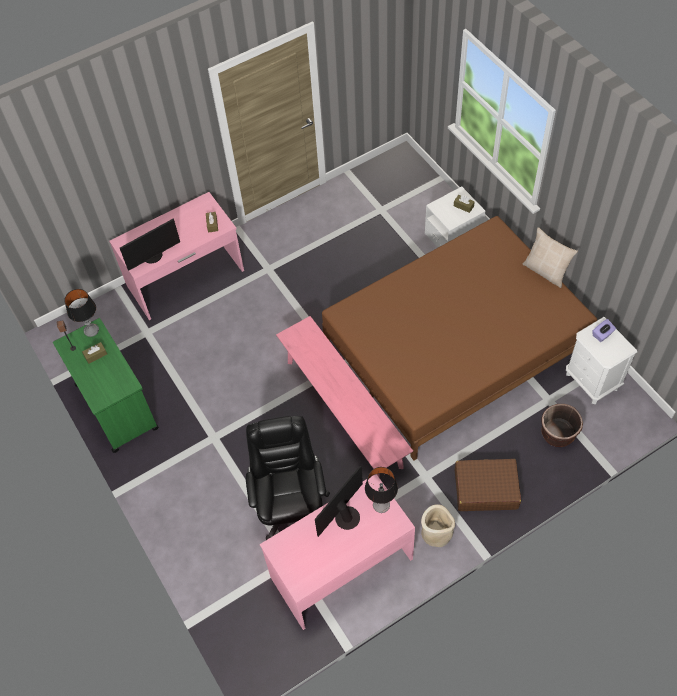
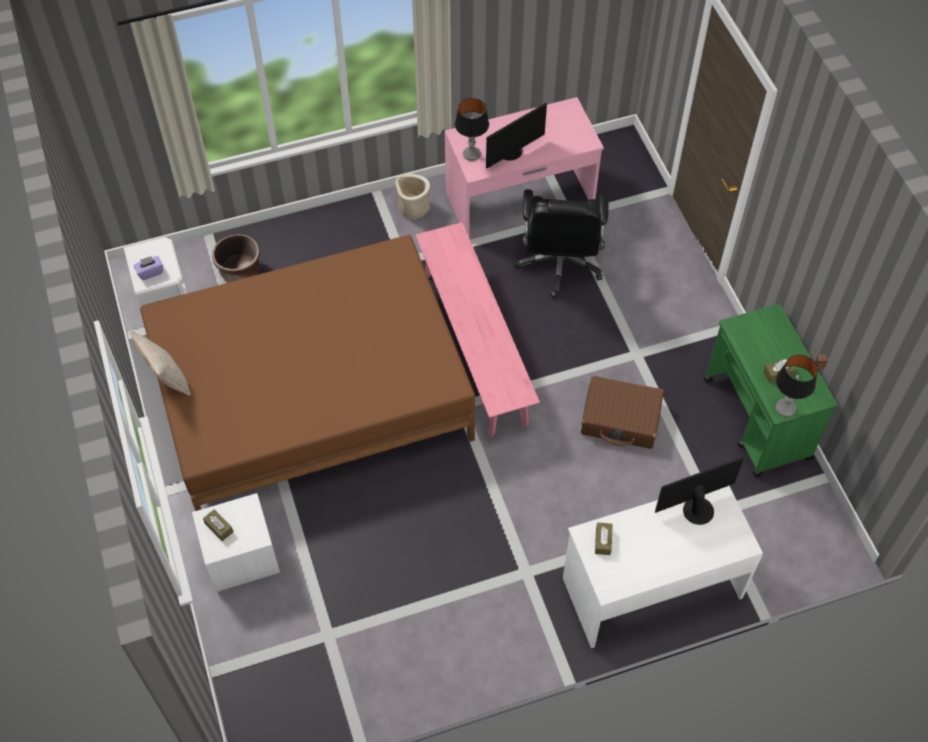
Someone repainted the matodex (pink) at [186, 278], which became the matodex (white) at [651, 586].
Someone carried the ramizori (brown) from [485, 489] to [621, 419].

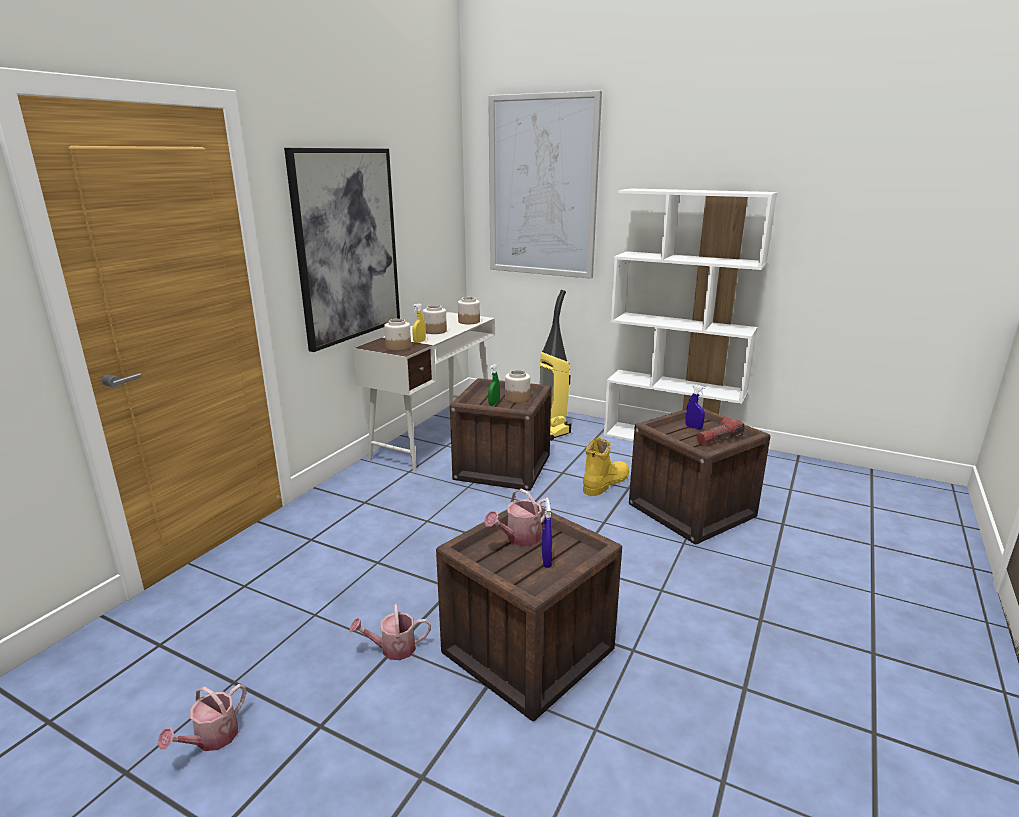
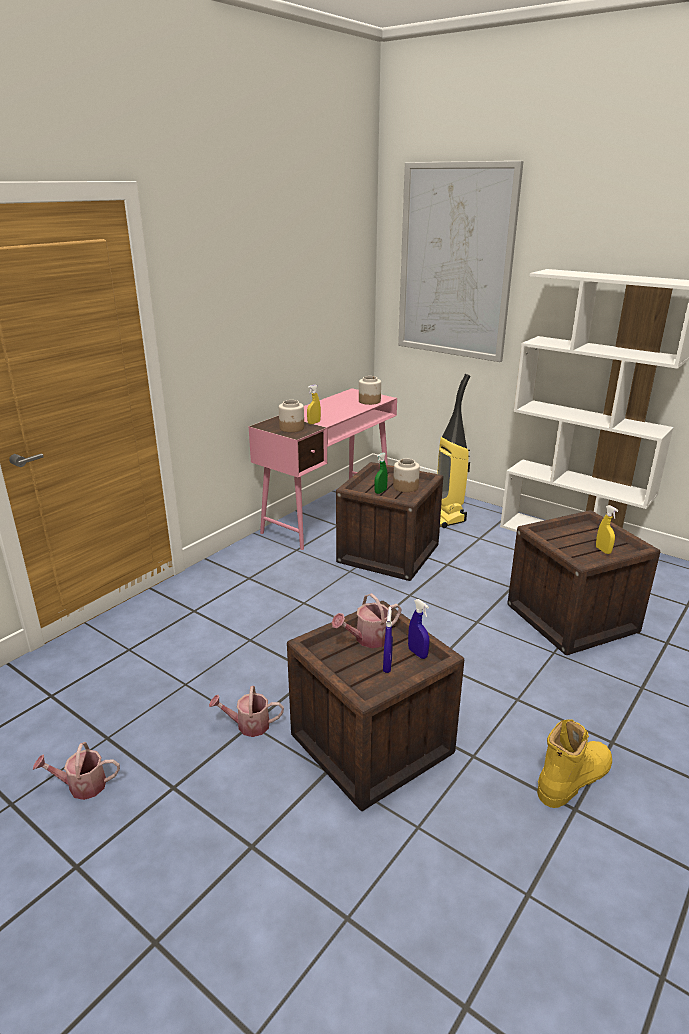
Someone took away the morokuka at [347, 246].
Someone took away the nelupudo at [435, 331].
Someone repainted the matodex (white) at [435, 436], which became the matodex (pink) at [329, 514].
Someone carried the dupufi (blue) from [693, 427] to [417, 653].
Someone swapped the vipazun at [719, 439] for the dupufi (yellow) at [603, 550].
Someone carried the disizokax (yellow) from [605, 483] to [573, 779].
Someone rotated the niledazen at [211, 739] by 45 degrees clockwise.

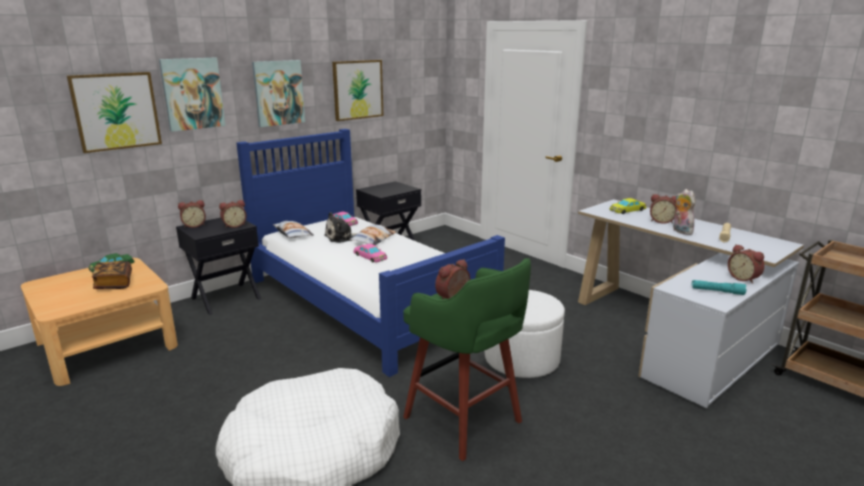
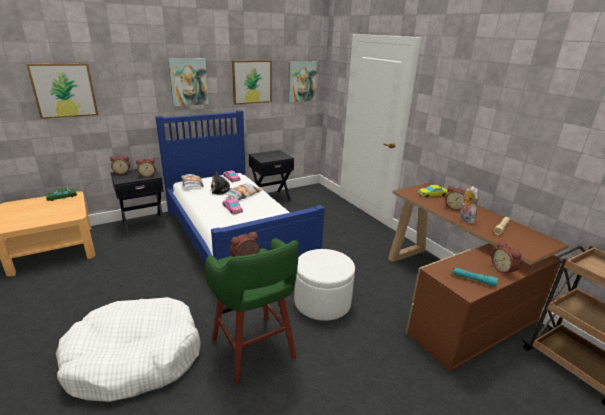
Someone carried the morokuka from [192, 93] to [301, 81].
Someone repainted the matodex (white) at [674, 335], which became the matodex (brown) at [452, 298].
Someone took away the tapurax at [114, 284].

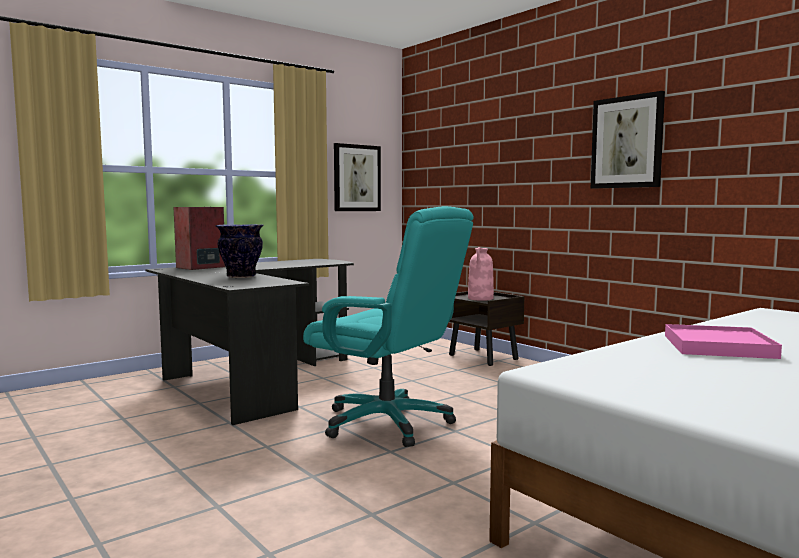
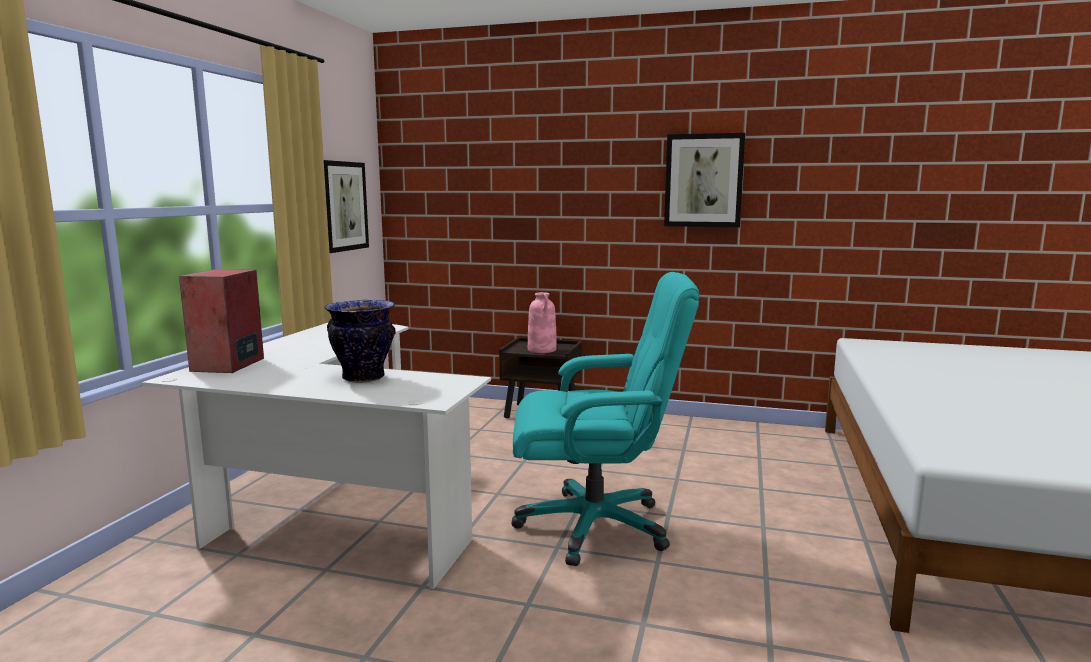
Someone repainted the matodex (black) at [255, 377], which became the matodex (white) at [332, 506].
Someone took away the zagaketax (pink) at [718, 346].

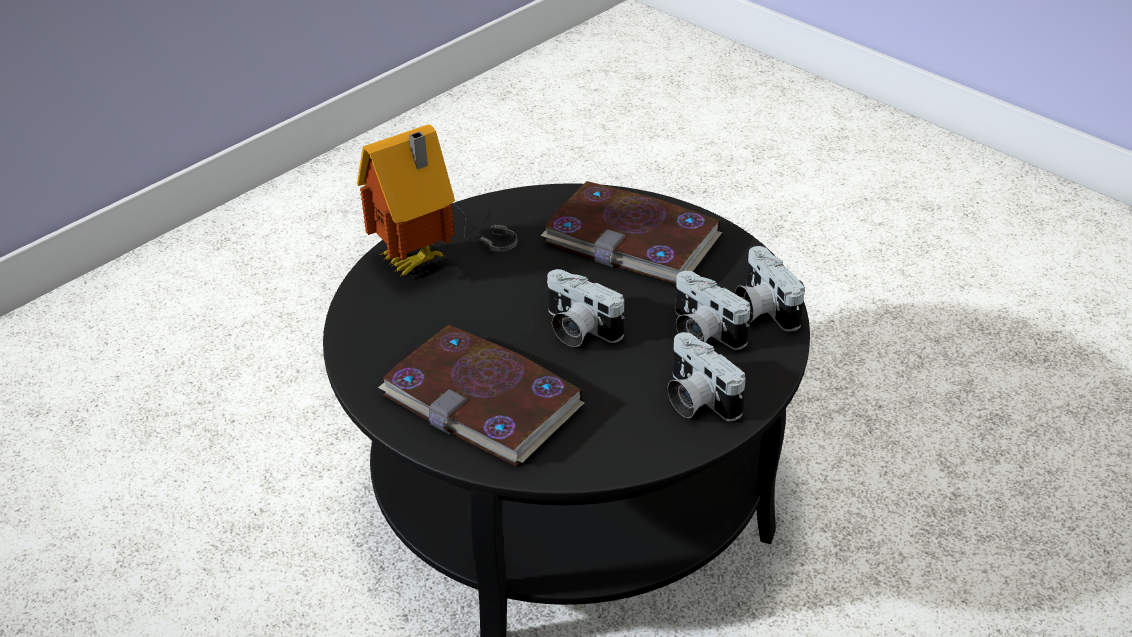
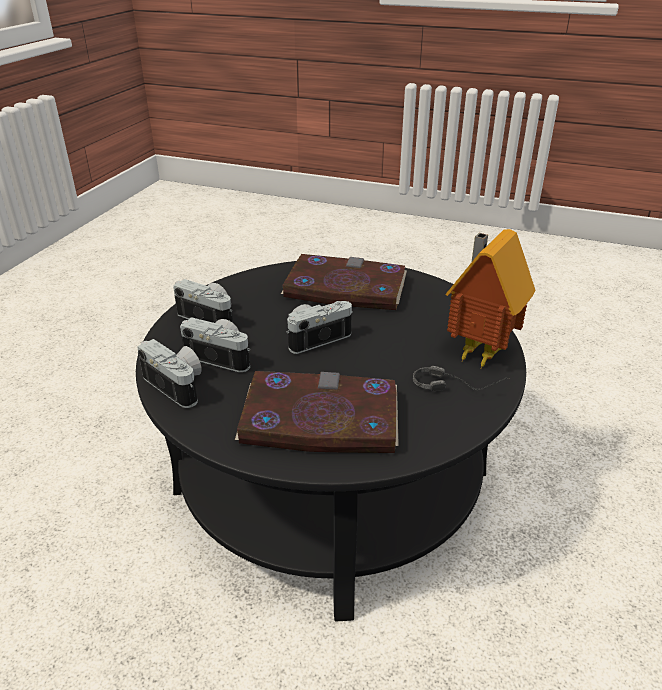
Someone rotated the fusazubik at [578, 329] by 45 degrees counterclockwise.

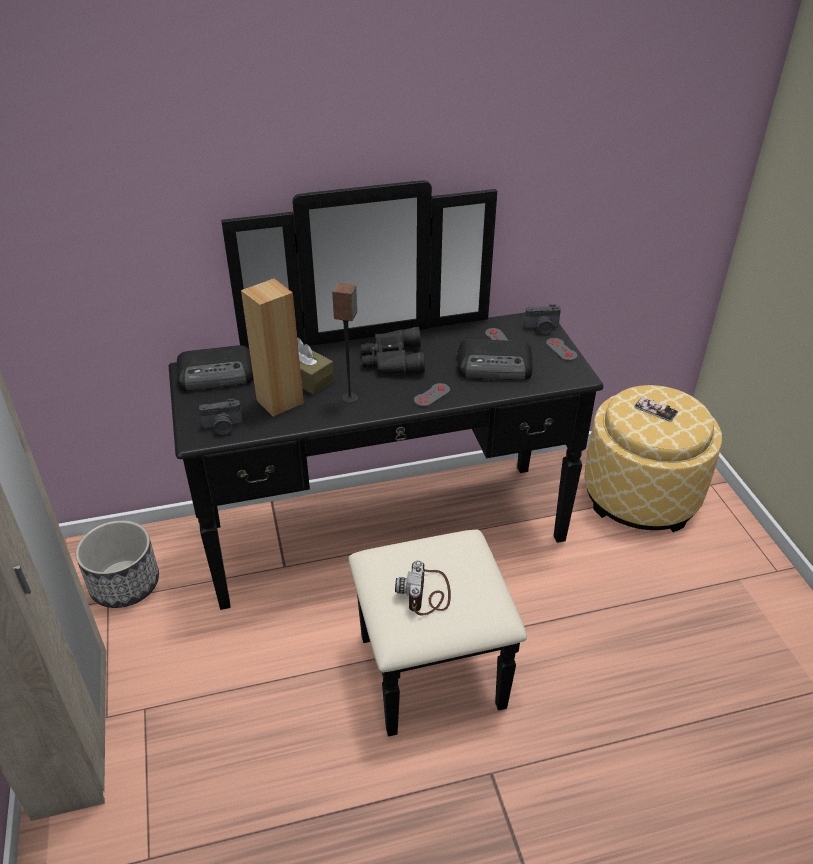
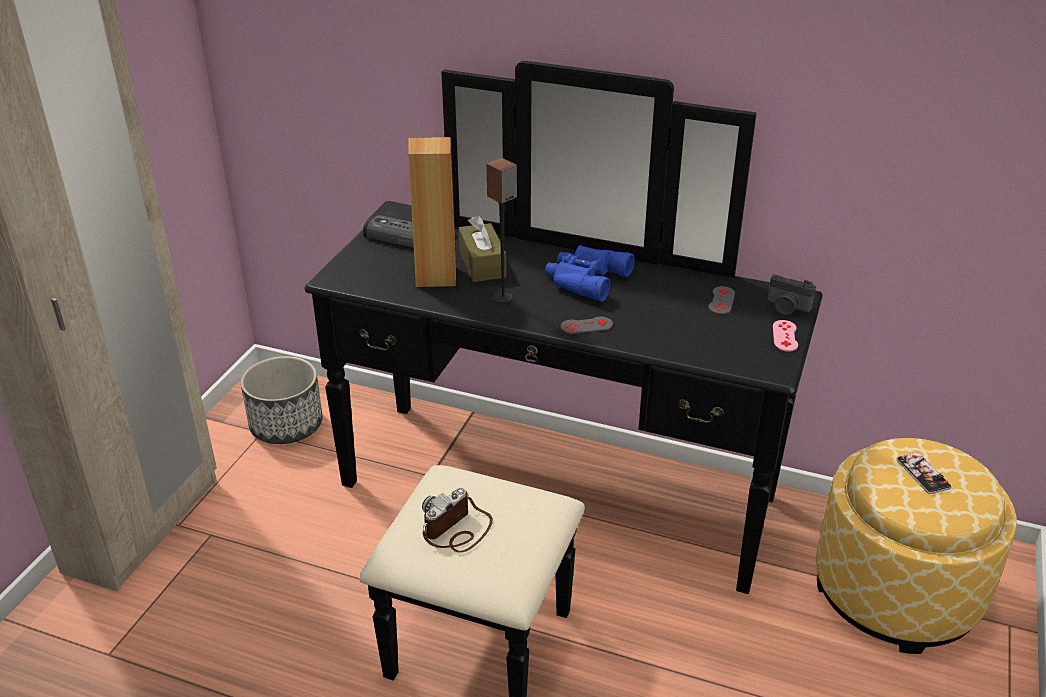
Someone repainted the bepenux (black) at [391, 359], which became the bepenux (blue) at [584, 279].
Someone repainted the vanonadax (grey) at [561, 349], which became the vanonadax (pink) at [785, 336].
Someone took away the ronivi at [495, 366].
Someone took away the fusazubik at [223, 427].

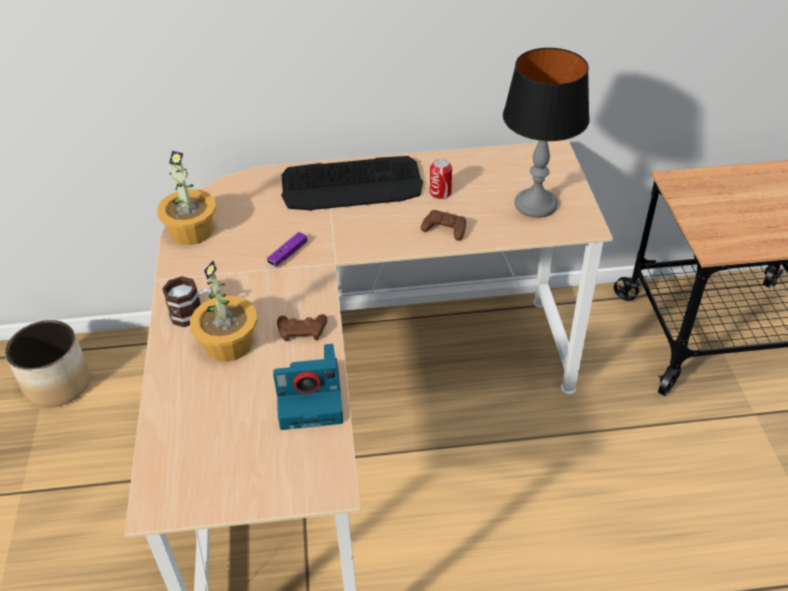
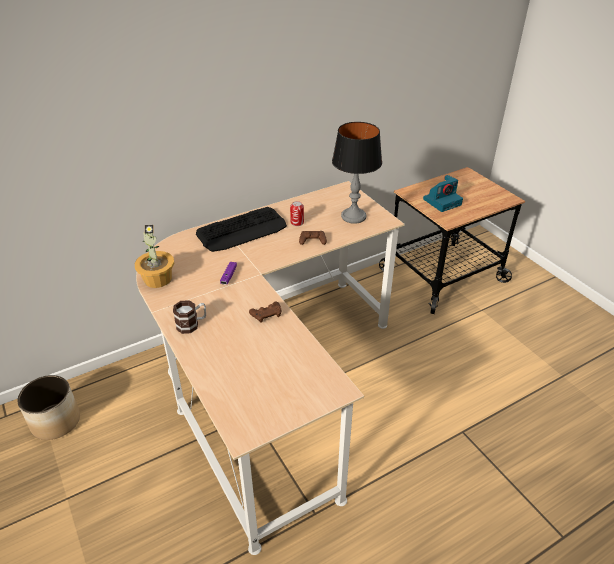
Someone took away the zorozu at [229, 344].
Someone carried the fusazubik from [312, 399] to [442, 201].

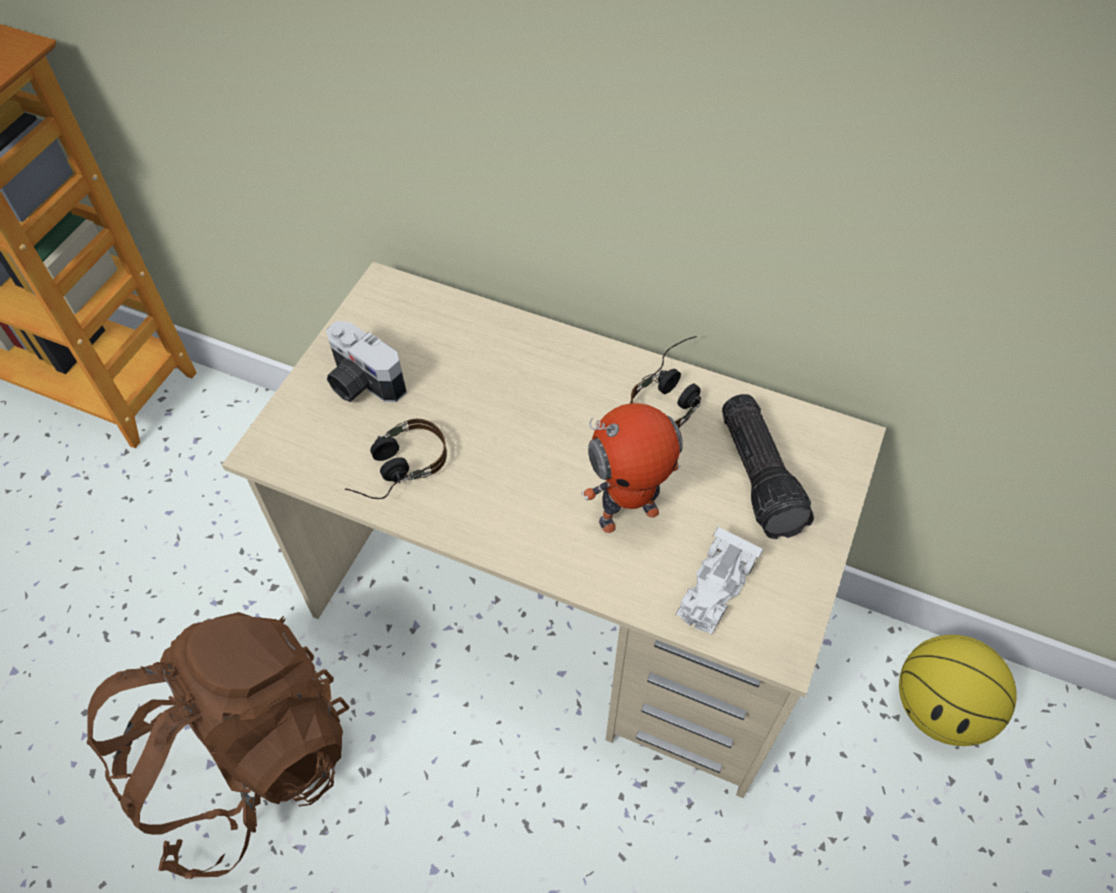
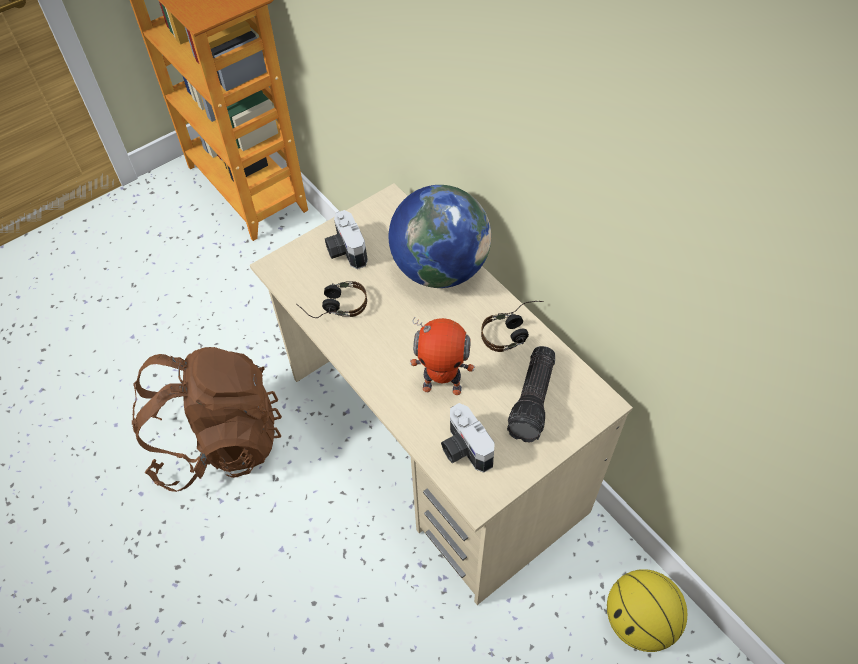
Someone swapped the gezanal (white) at [715, 588] for the fusazubik at [463, 449].
Someone put down the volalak at [439, 268].

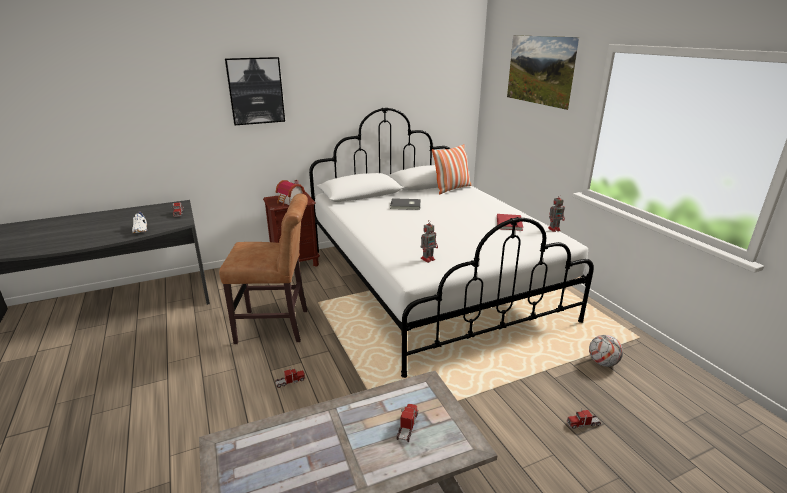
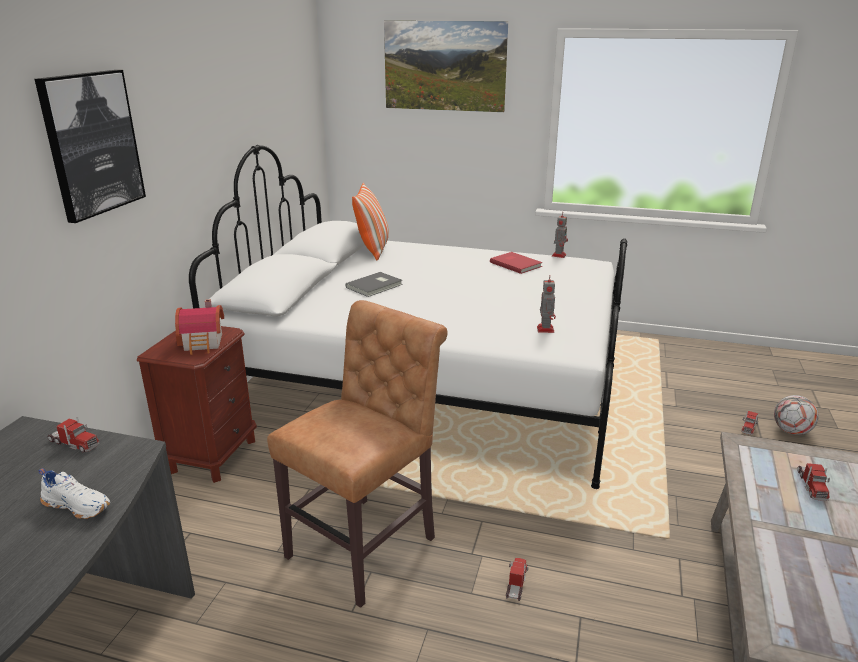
Someone carried the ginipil from [602, 363] to [791, 431].
Someone rotated the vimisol at [407, 426] by 135 degrees counterclockwise.

